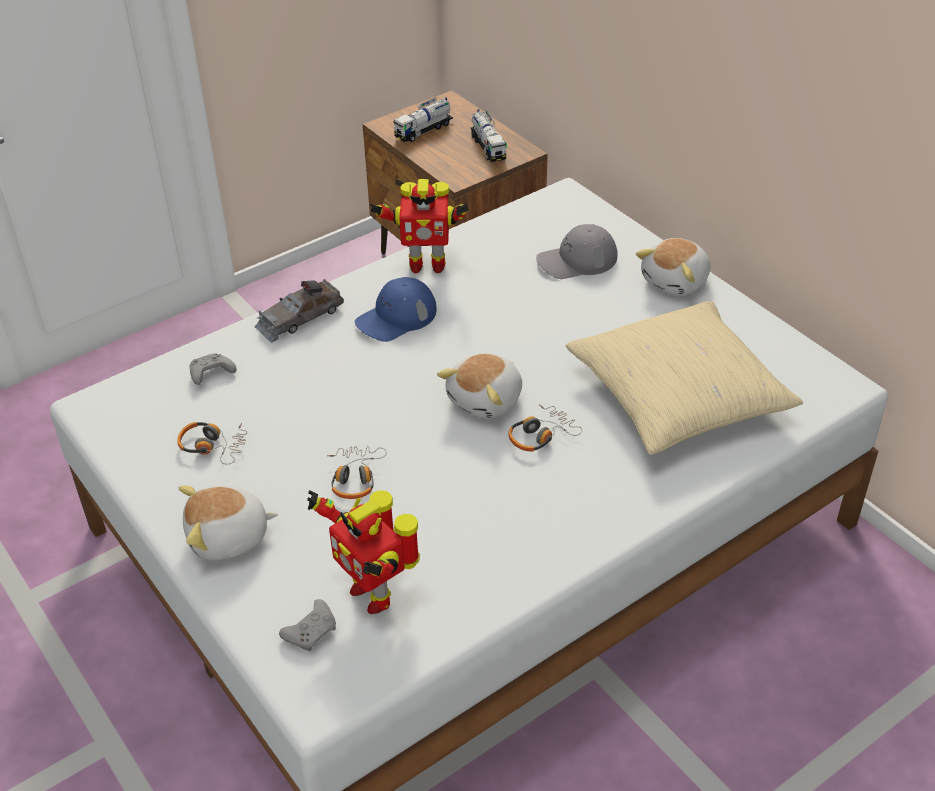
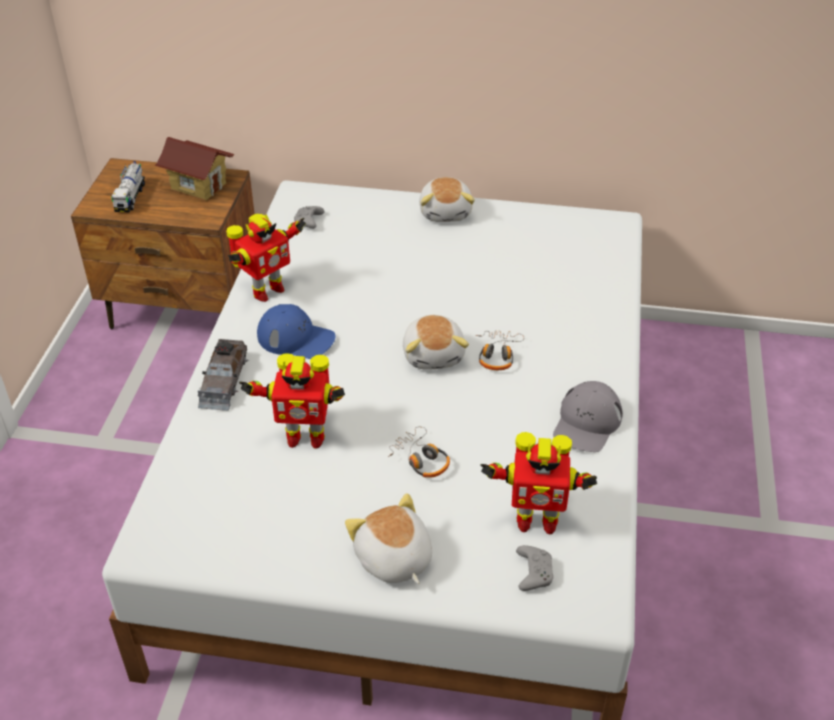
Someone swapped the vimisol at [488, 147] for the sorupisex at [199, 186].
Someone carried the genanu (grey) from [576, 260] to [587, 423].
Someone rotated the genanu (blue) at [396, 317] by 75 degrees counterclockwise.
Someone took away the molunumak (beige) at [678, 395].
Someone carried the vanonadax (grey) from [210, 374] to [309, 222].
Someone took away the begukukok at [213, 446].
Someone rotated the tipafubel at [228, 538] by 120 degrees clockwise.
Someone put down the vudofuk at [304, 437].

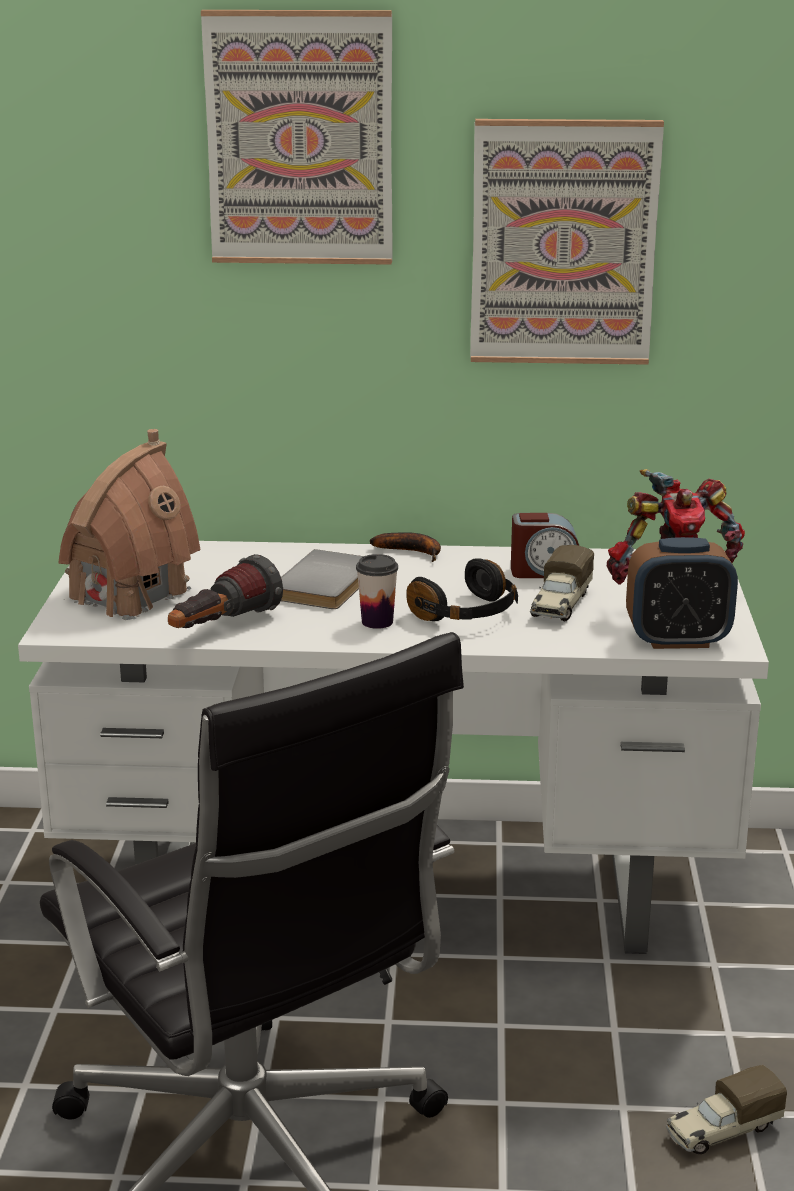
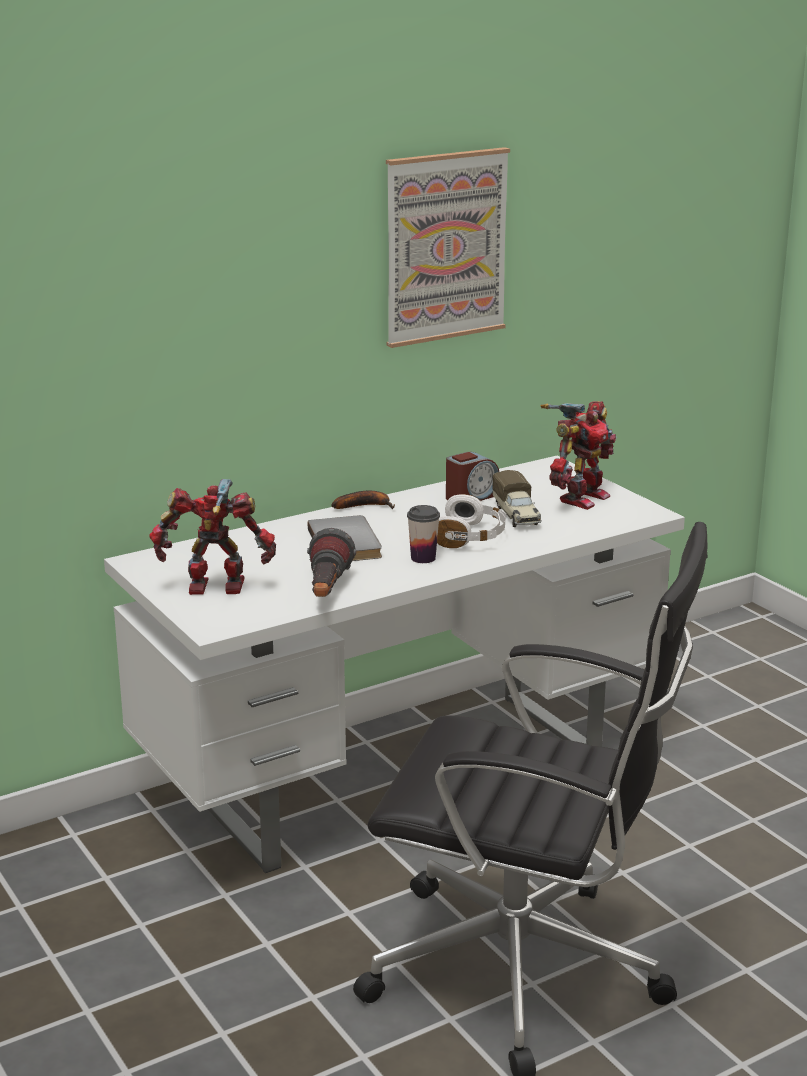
Someone took away the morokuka at [300, 139].
Someone swapped the sorupisex at [128, 594] for the vudofuk at [216, 588].
Someone took away the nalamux at [677, 640].
Someone repainted the begukukok (black) at [467, 614], which became the begukukok (white) at [471, 537].
Someone took away the vimisol at [722, 1130].

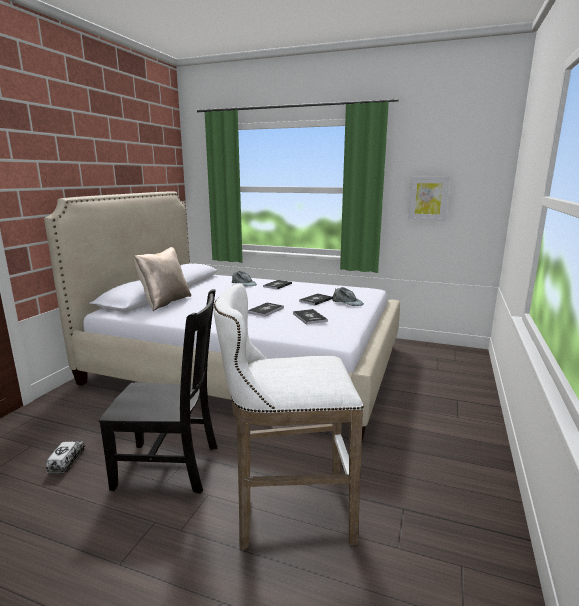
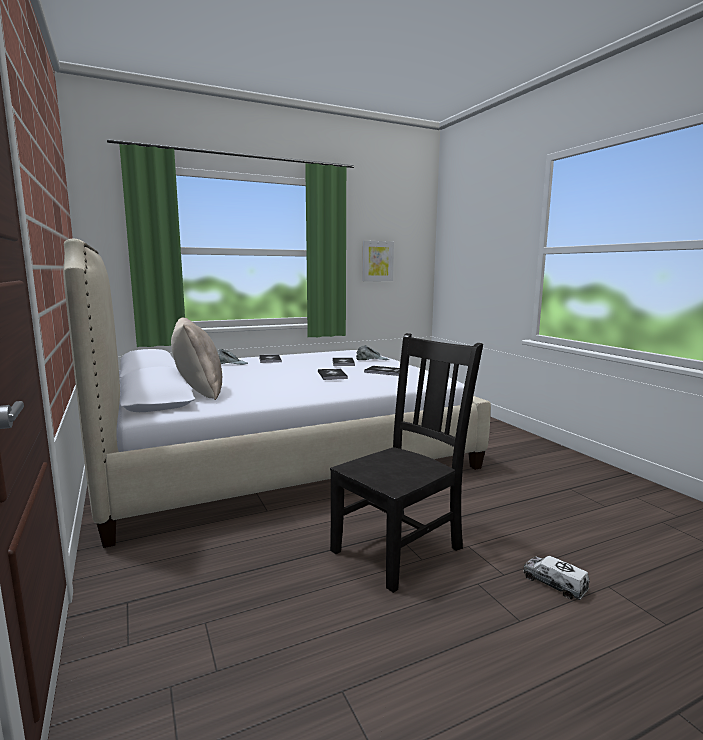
Someone took away the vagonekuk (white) at [287, 514].
Someone carried the vimisol from [67, 461] to [554, 584].

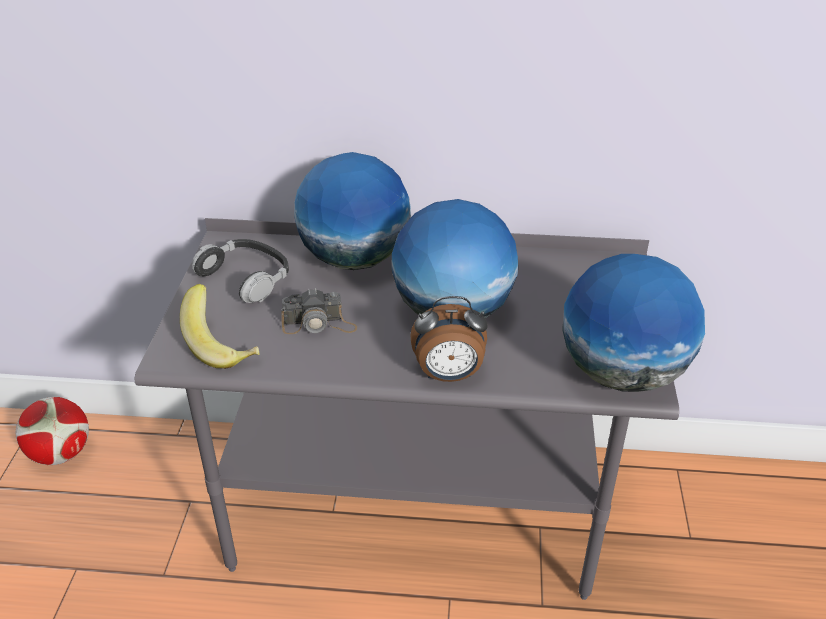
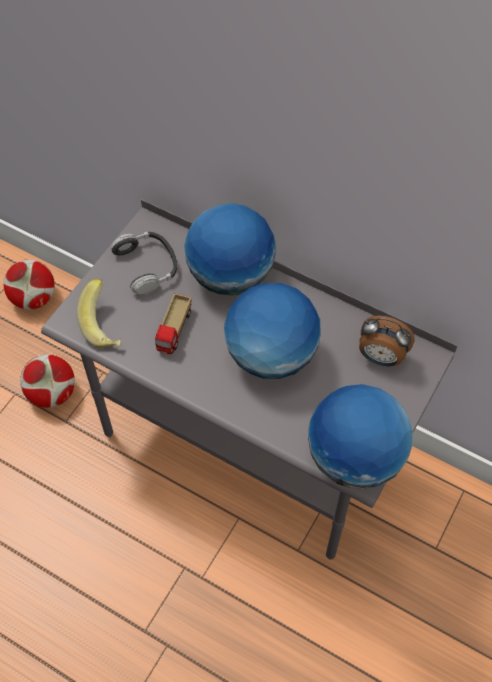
Someone swapped the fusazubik at [319, 324] for the vimisol at [175, 330].
Someone carried the nalamux from [449, 375] to [380, 357].
Someone put down the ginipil at [52, 393].

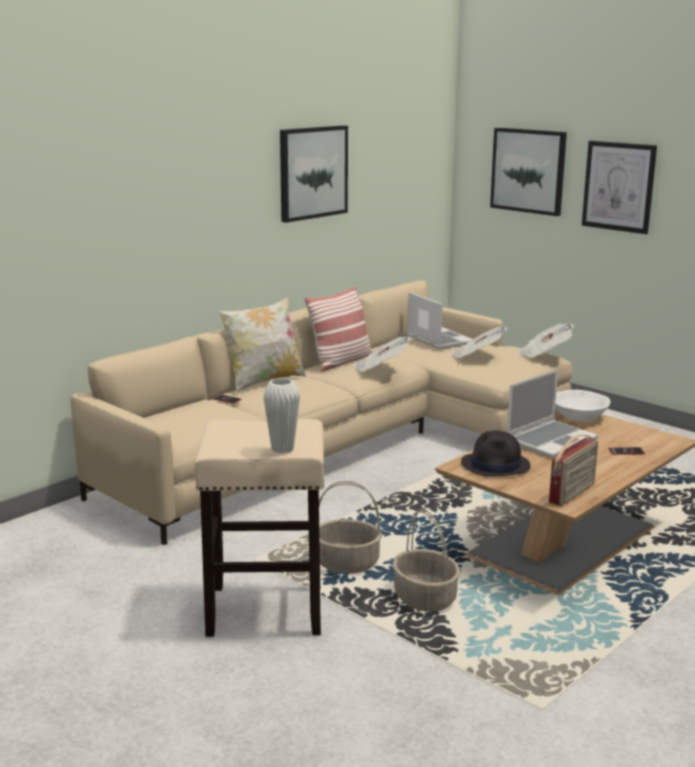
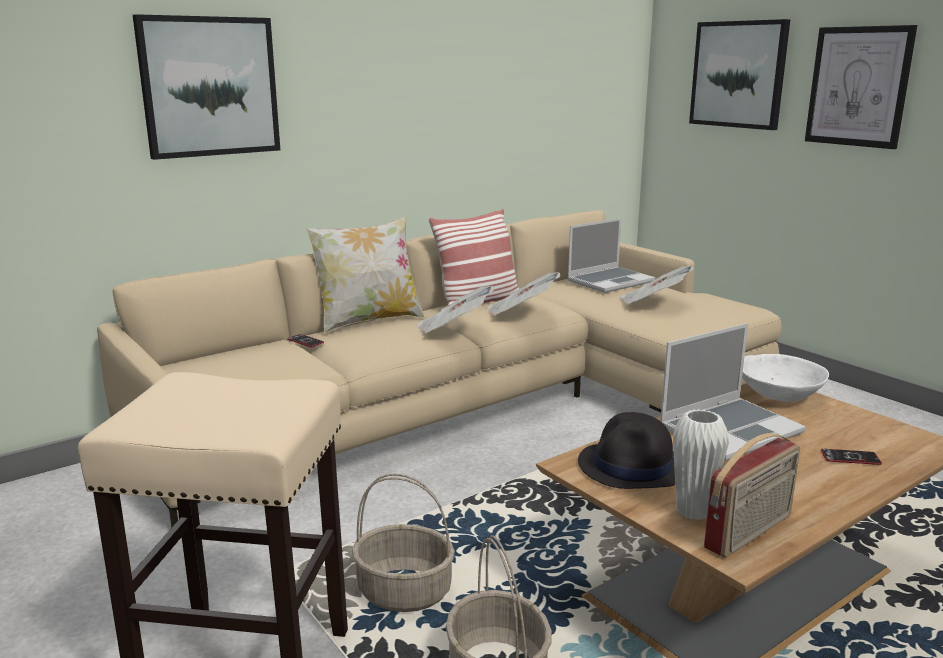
Someone carried the morokuka from [312, 172] to [209, 87].
Someone rotated the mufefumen at [438, 339] by 75 degrees clockwise.
Someone carried the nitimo from [543, 354] to [453, 329].
Someone carried the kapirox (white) from [282, 449] to [693, 511].

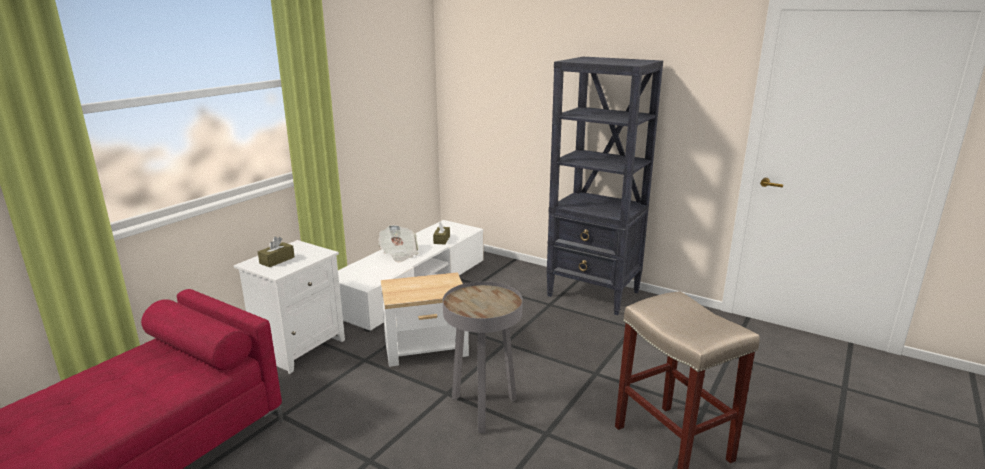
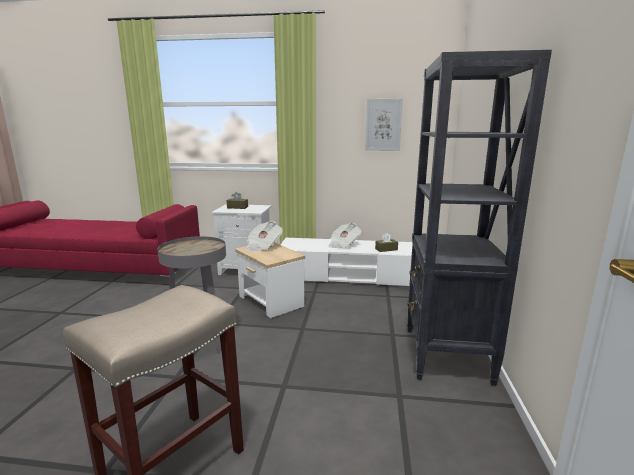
Someone put up the morokuka at [383, 125].
Someone put down the nitimo at [262, 246].

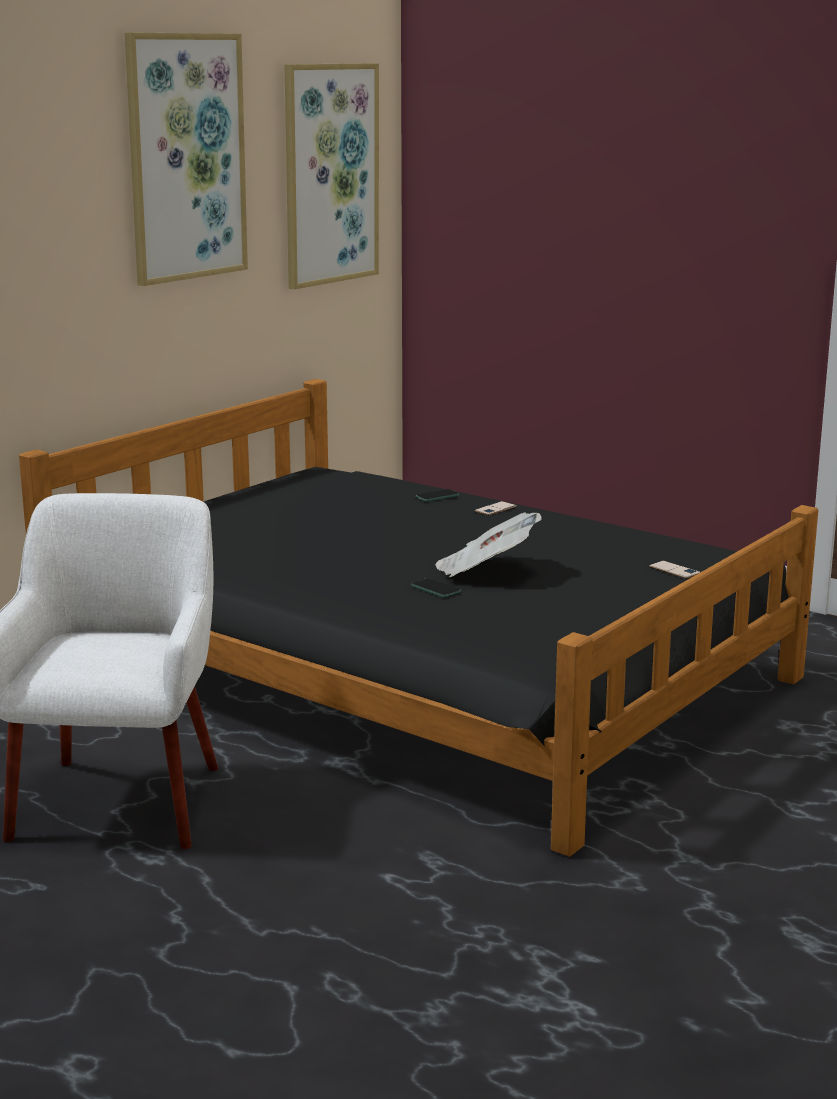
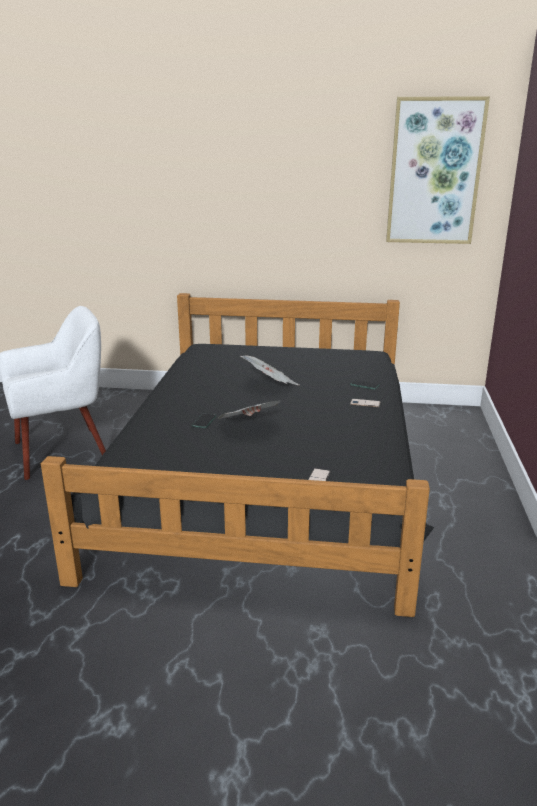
Someone took away the morokuka at [185, 158].
Someone put down the nitimo at [270, 385].

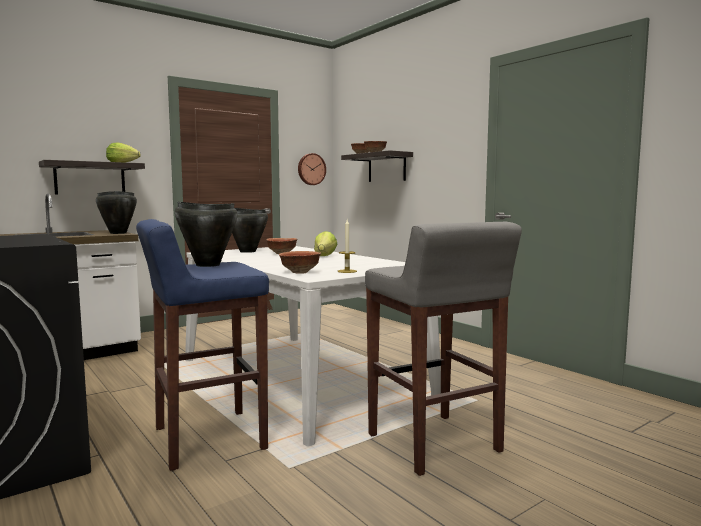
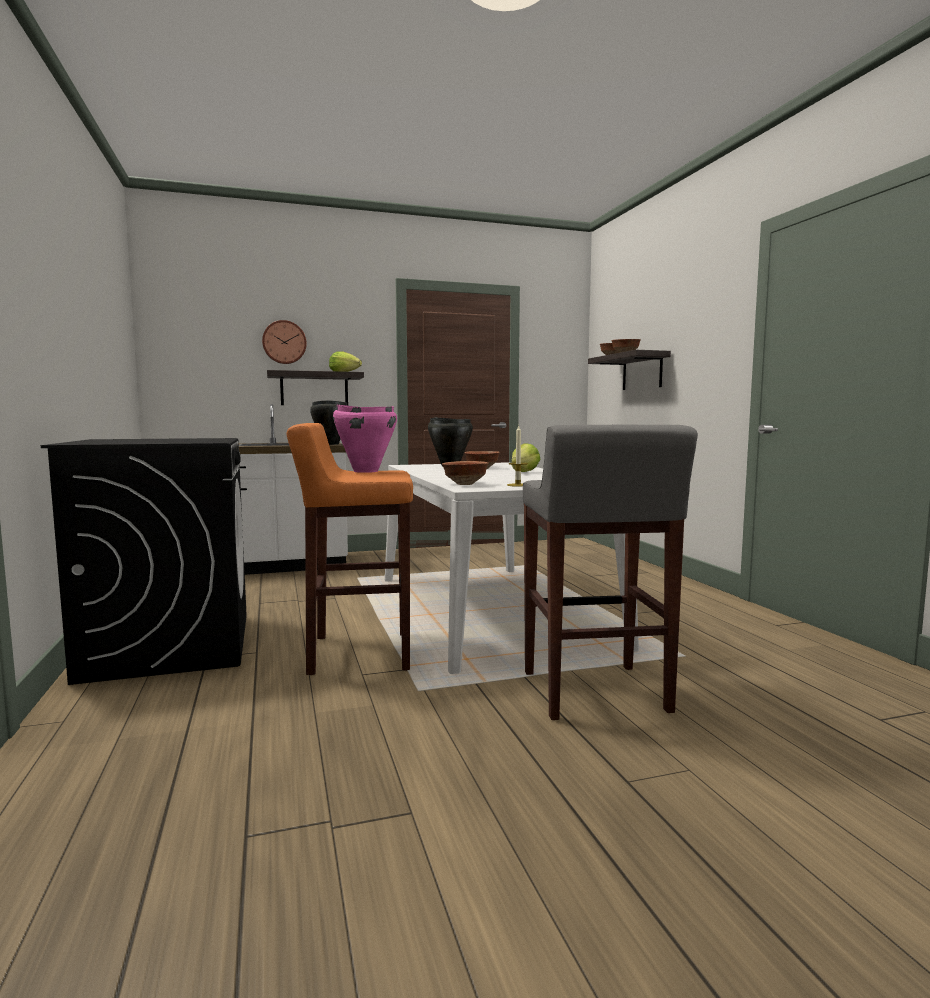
Someone carried the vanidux from [311, 169] to [284, 342].
Someone repainted the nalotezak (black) at [207, 265], which became the nalotezak (pink) at [365, 471].
Someone repainted the vagonekuk (blue) at [207, 439], which became the vagonekuk (orange) at [358, 653].

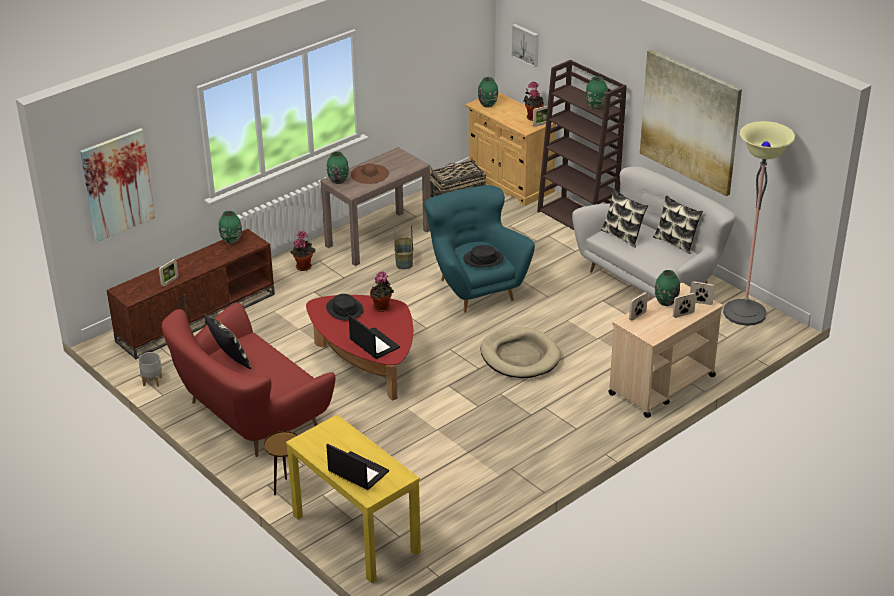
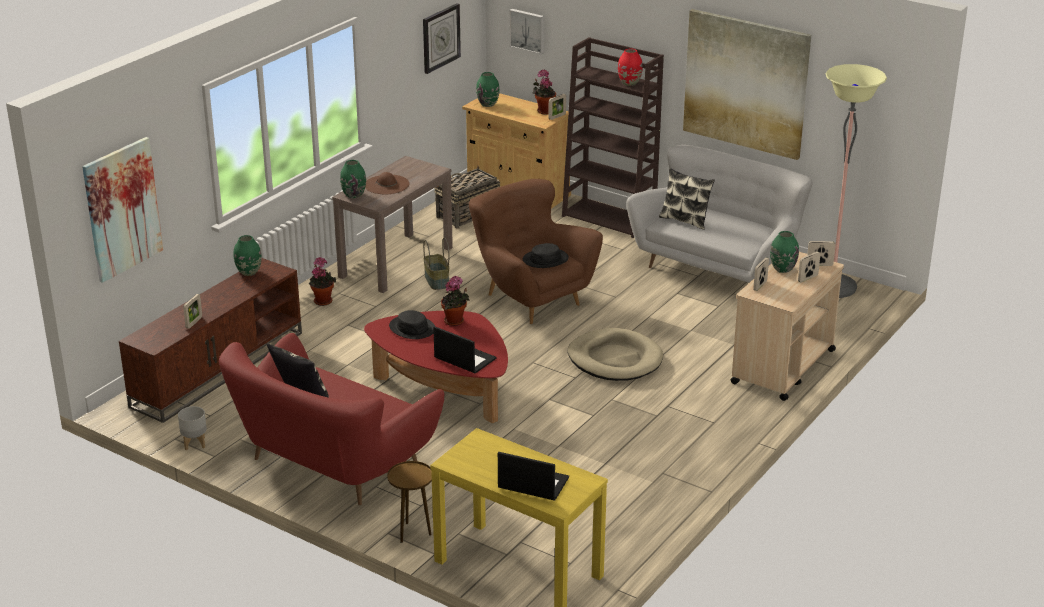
Someone repainted the kapirox (green) at [596, 106], which became the kapirox (red) at [629, 83].
Someone repainted the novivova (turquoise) at [475, 288], which became the novivova (brown) at [531, 299].
Someone took away the molunumak at [675, 242].
Someone put up the vanidux at [440, 38].

